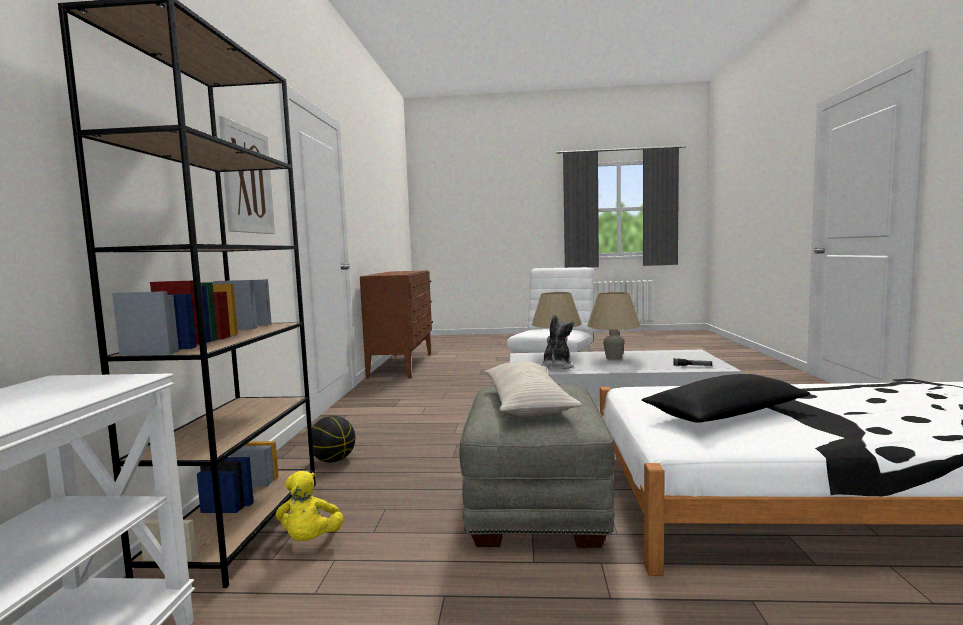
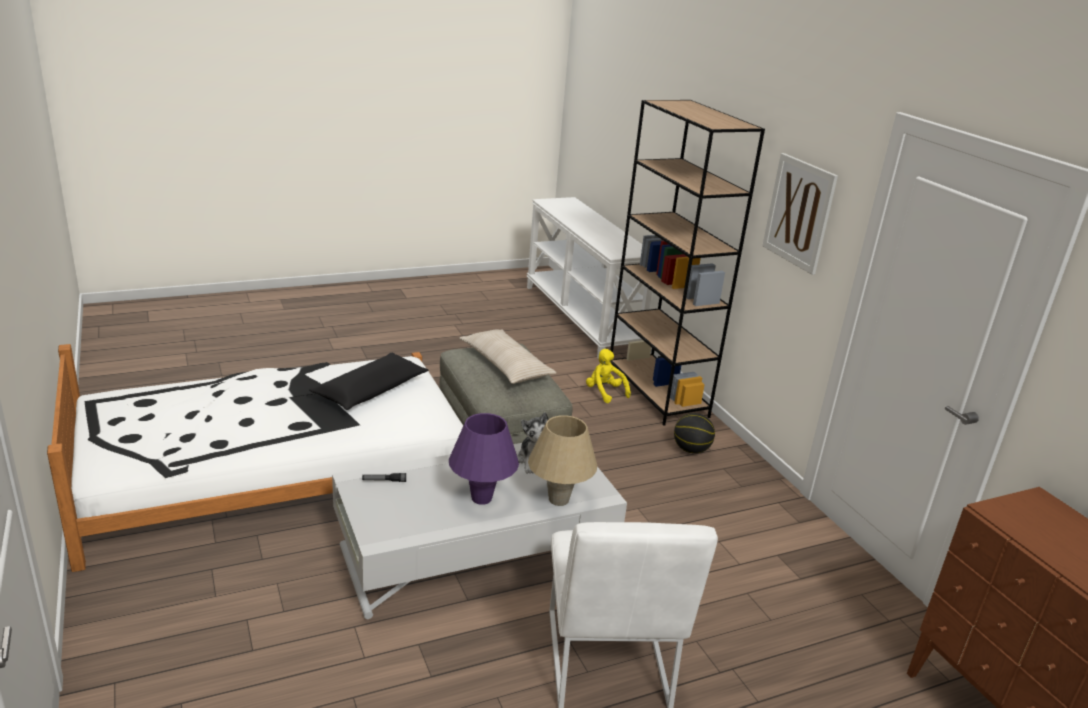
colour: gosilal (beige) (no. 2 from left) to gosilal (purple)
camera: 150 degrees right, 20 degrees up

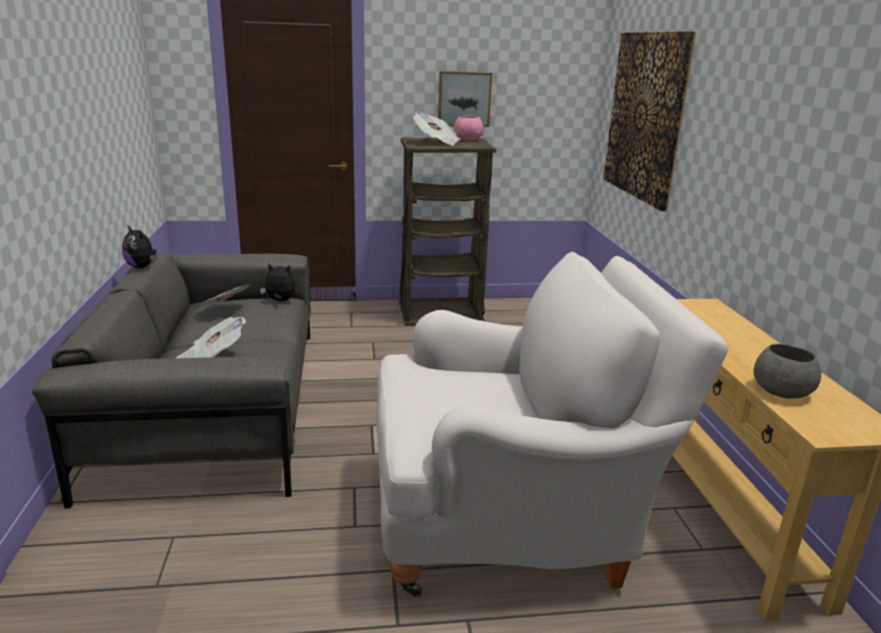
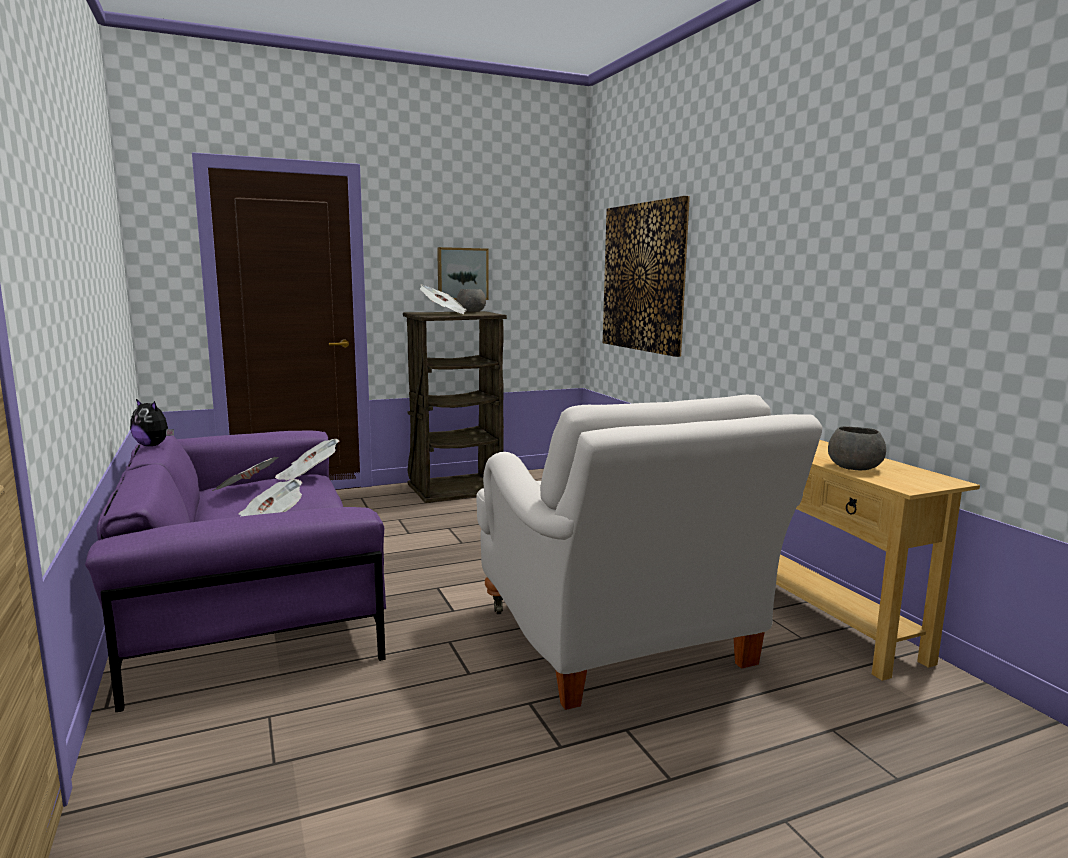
exchanged: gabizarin (no. 2 from left) to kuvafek (no. 3 from left)
colour: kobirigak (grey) to kobirigak (purple); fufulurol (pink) to fufulurol (grey) (no. 1 from left)
spun: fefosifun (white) 90 degrees clockwise
camera: 15 degrees left, 10 degrees down

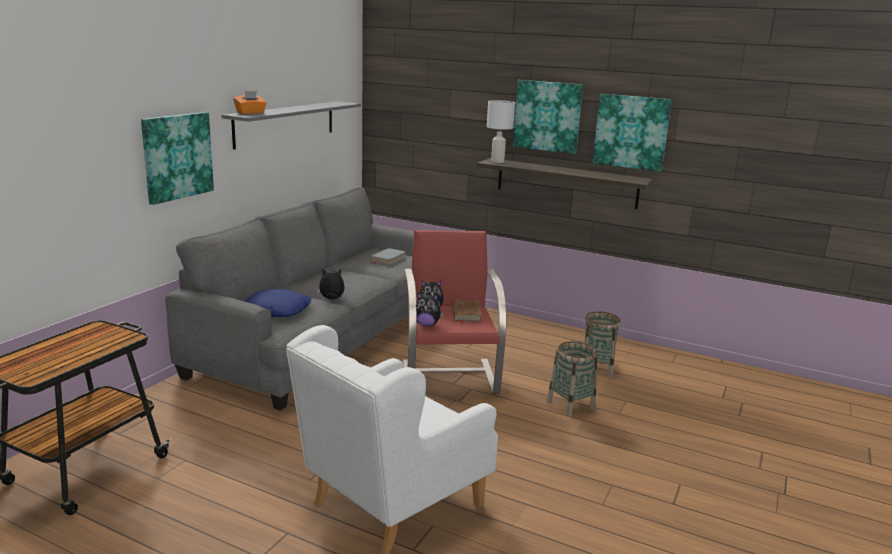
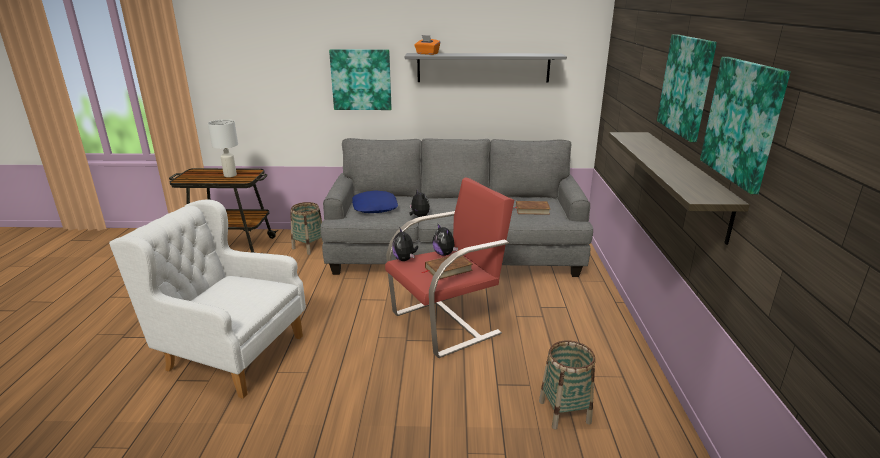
relocated: gosilal (white); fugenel (no. 1 from left)
colour: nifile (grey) to nifile (brown) (no. 2 from left)
camera: 65 degrees right, 5 degrees up

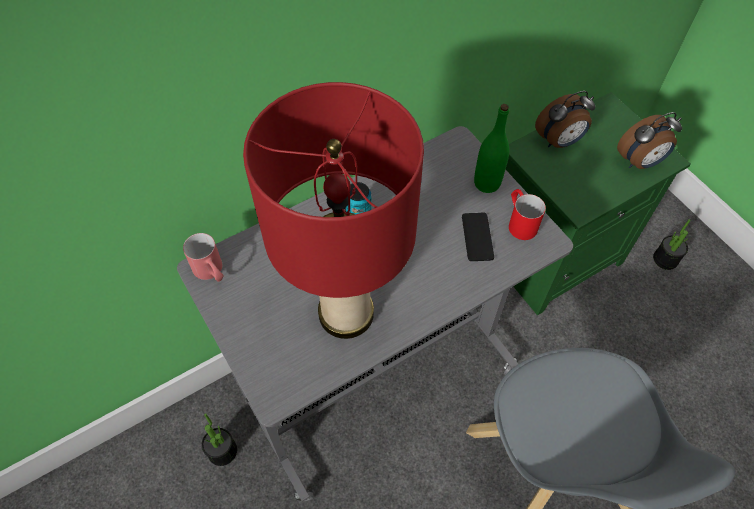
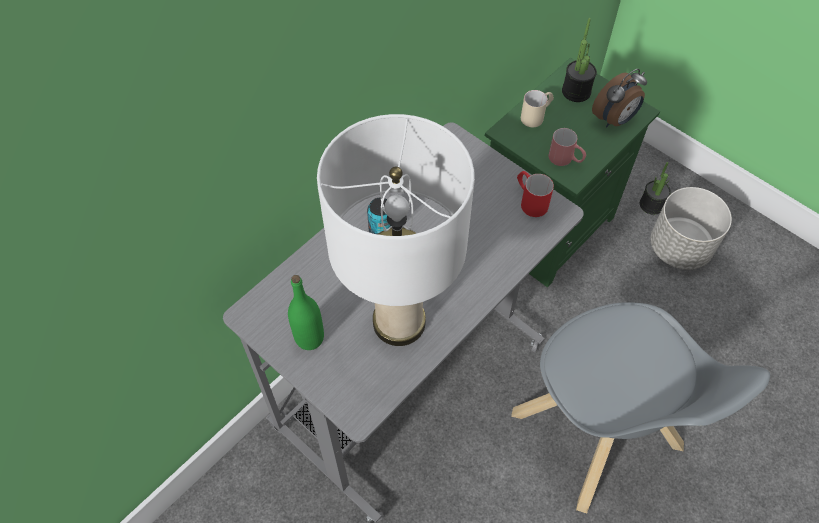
missing: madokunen
appeared: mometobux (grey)
relocated: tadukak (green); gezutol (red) (no. 1 from left in the first image) to gezutol (red) (no. 2 from left); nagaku (no. 1 from left)
exchanged: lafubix (no. 1 from left) to gezutol (beige)
colour: gosilal (red) to gosilal (white)
camera: 15 degrees left, 0 degrees up

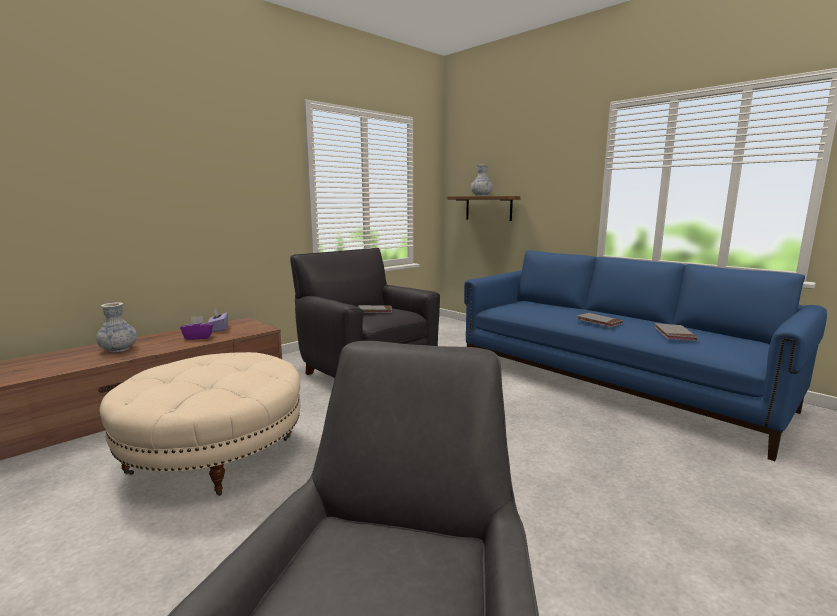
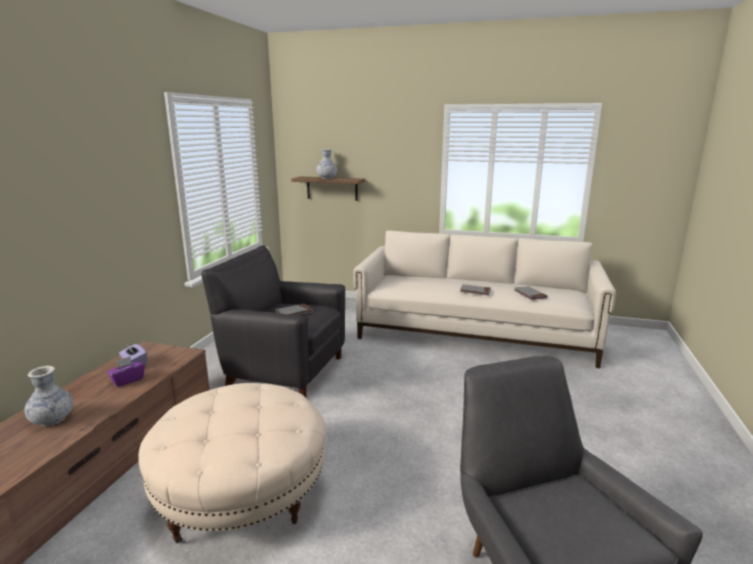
colour: kobirigak (blue) to kobirigak (beige)
camera: 30 degrees left, 5 degrees up

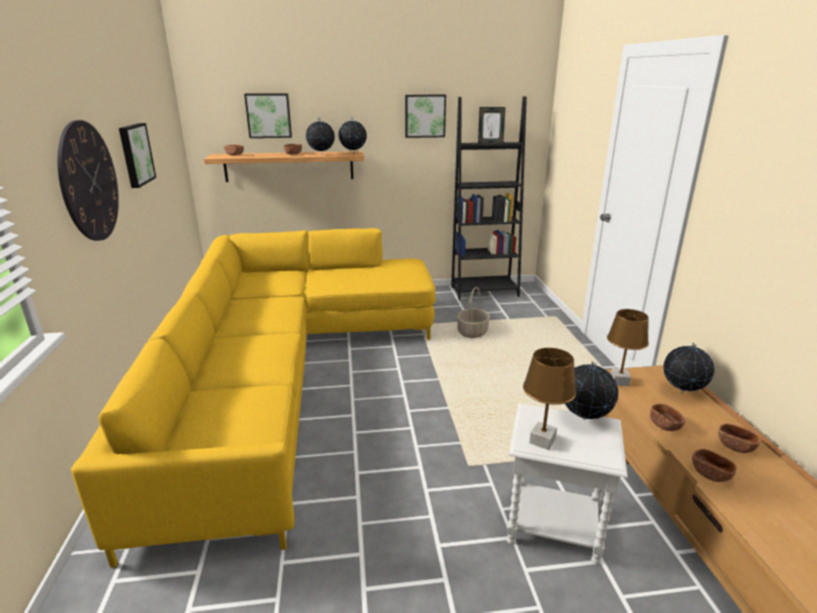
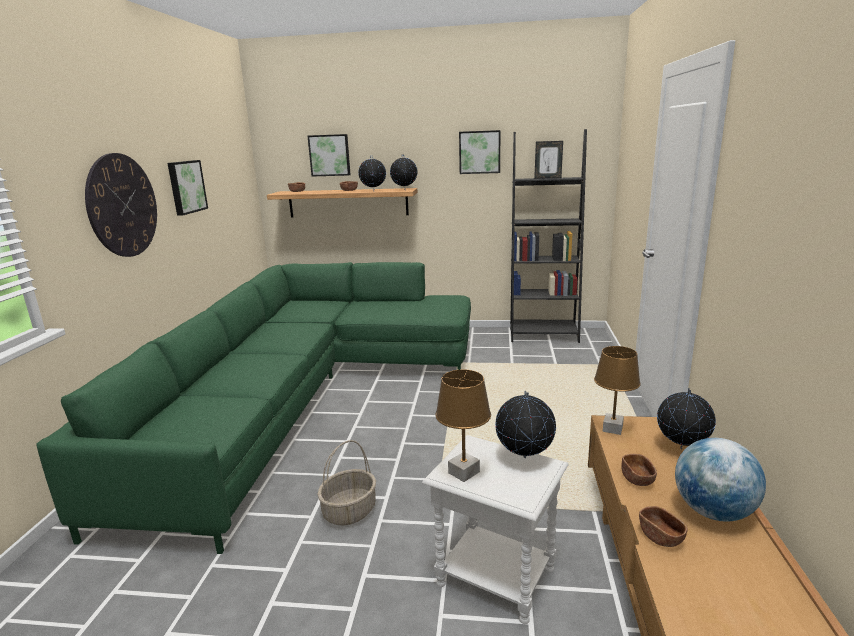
relocated: fugenel
exchanged: fufulurol (brown) (no. 5 from left) to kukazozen (no. 5 from left)
colour: kobirigak (yellow) to kobirigak (green)
camera: 15 degrees right, 5 degrees down

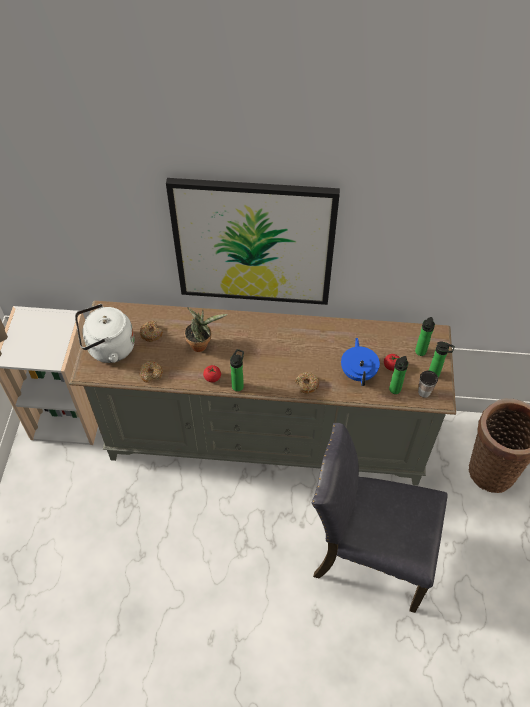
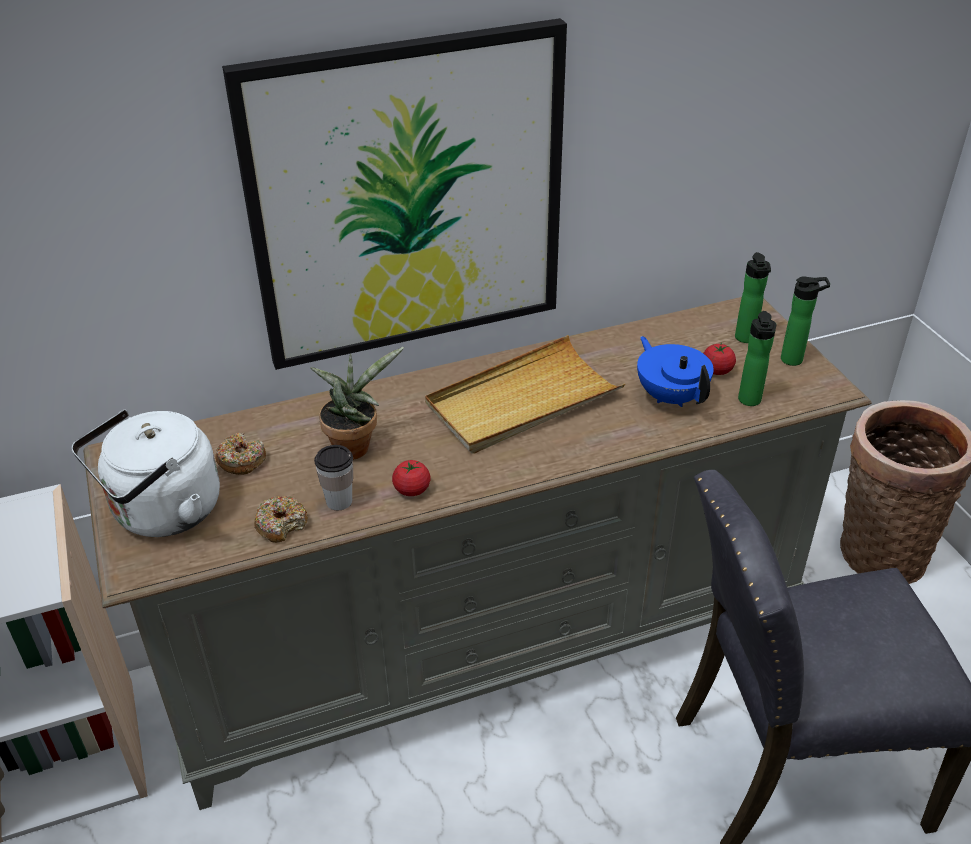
missing: tadukak (no. 1 from left); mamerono (no. 3 from left)
appeared: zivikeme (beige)
relocated: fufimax
camera: 25 degrees left, 15 degrees down

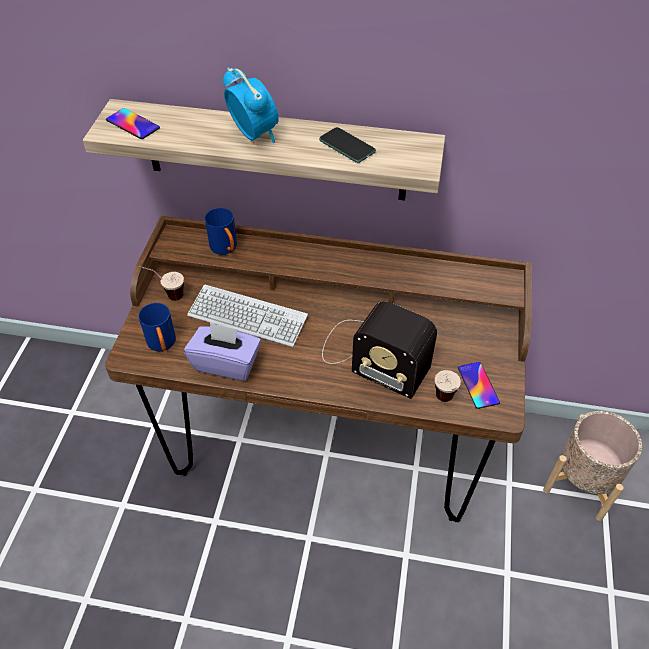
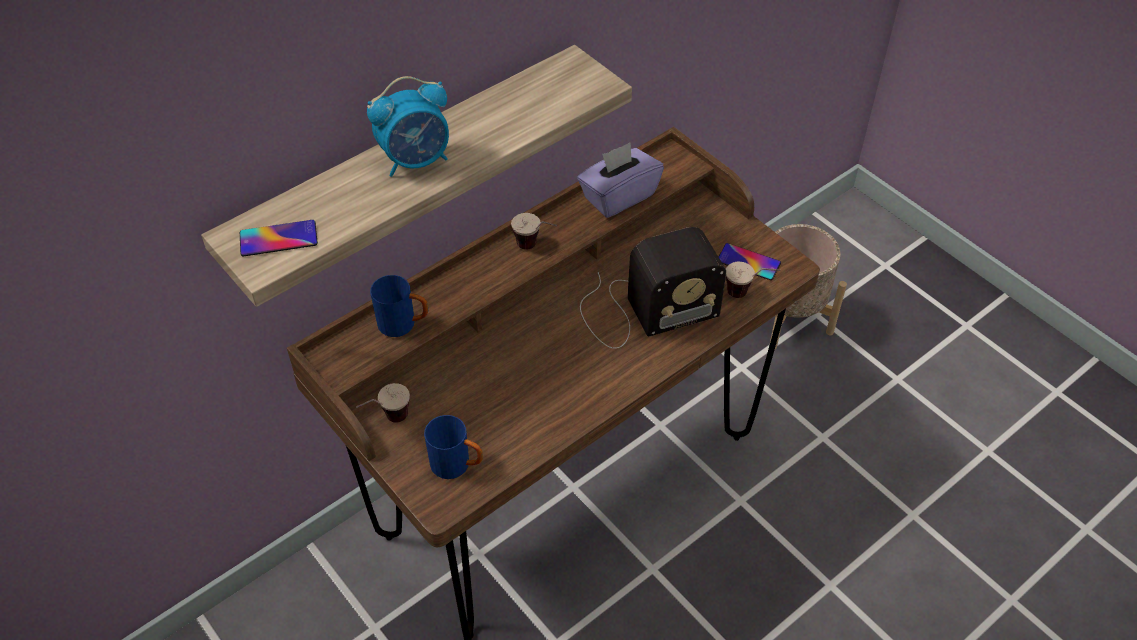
missing: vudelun; madokunen (no. 2 from left)
appeared: fufimax (no. 2 from left)
relocated: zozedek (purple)
spun: lafubix 150 degrees clockwise
camera: 50 degrees left, 0 degrees up

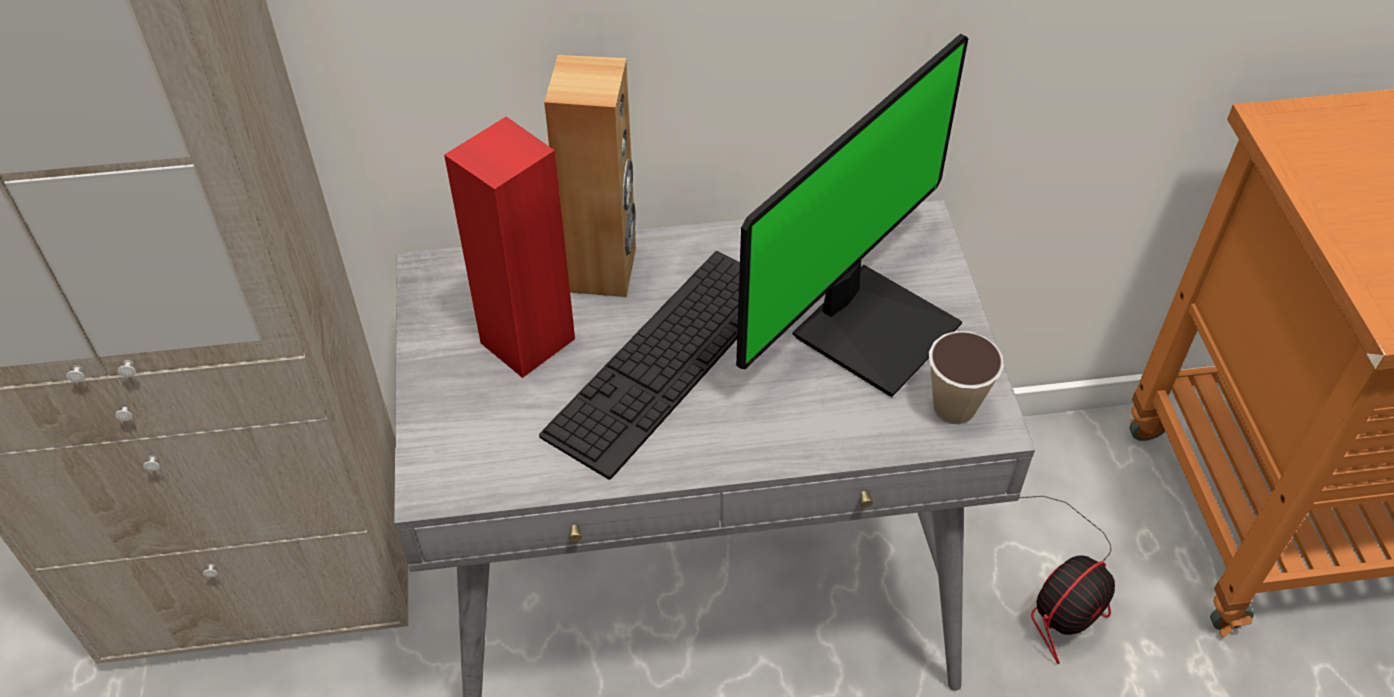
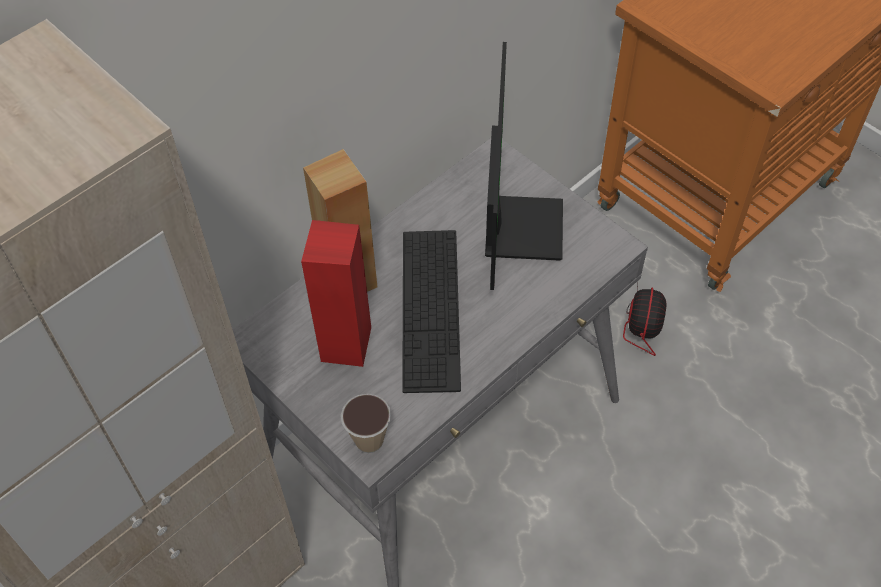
relocated: fufimax
camera: 35 degrees left, 5 degrees up

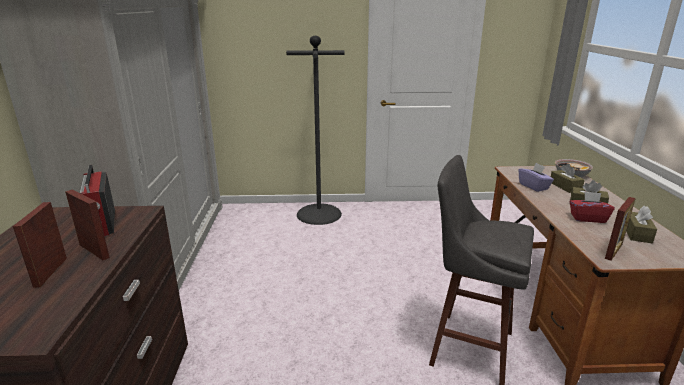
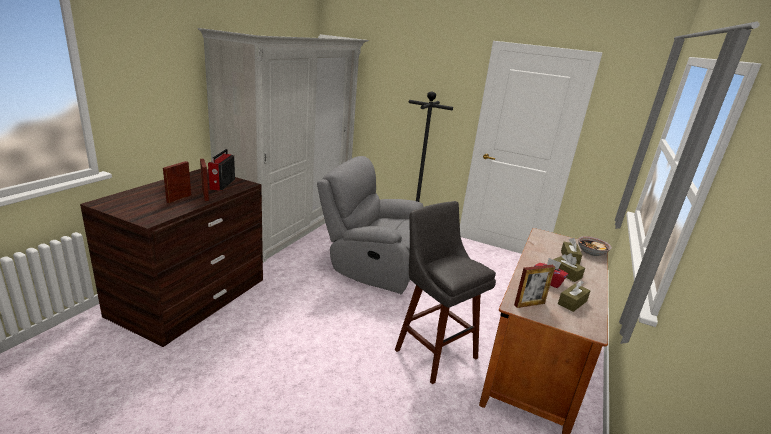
missing: zozedek (purple)
appeared: fefosifun (grey)
camera: 25 degrees right, 0 degrees up

